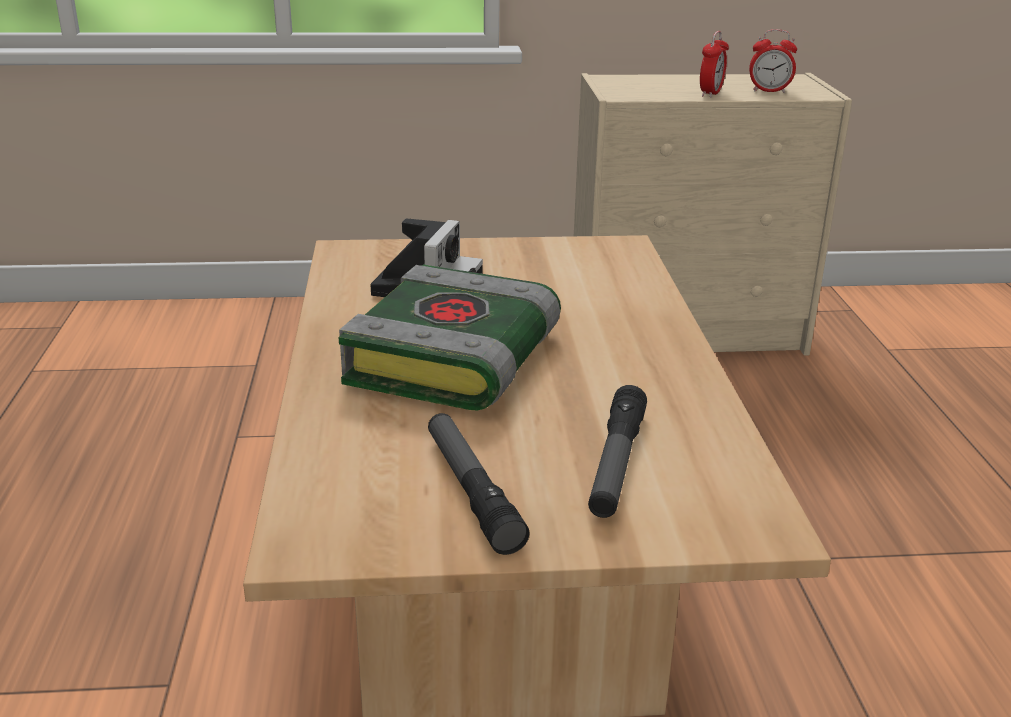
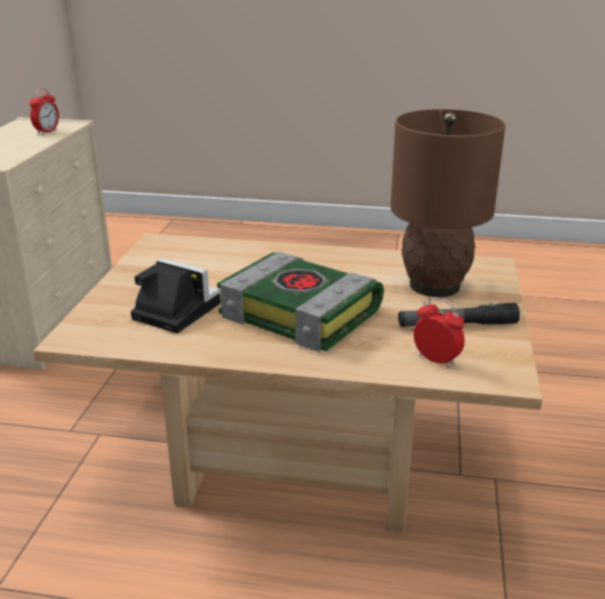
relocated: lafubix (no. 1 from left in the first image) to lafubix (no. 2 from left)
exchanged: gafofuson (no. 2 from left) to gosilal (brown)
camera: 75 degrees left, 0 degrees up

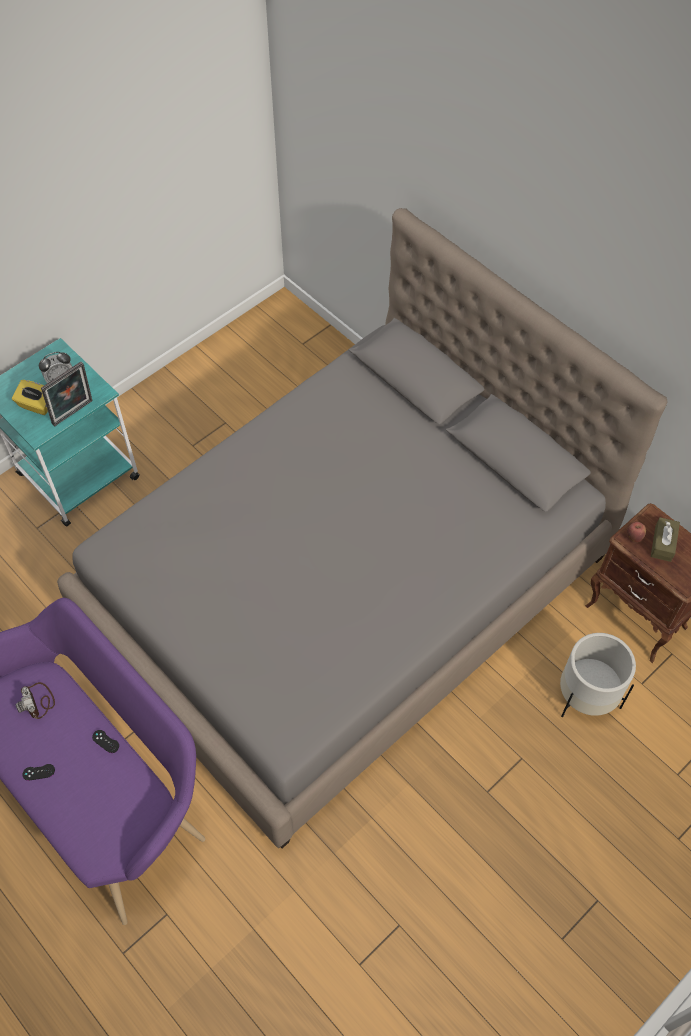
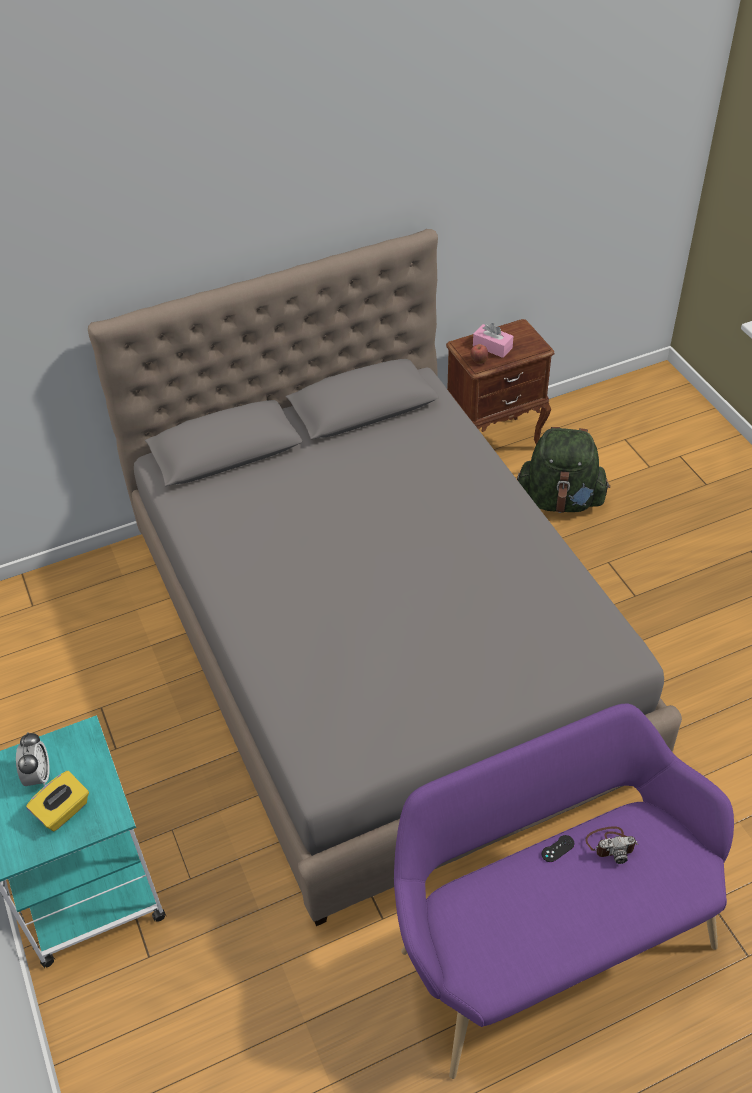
missing: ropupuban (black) (no. 1 from left); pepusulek
relocated: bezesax
exchanged: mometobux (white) to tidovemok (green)
colour: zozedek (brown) to zozedek (pink)
camera: 70 degrees left, 10 degrees down

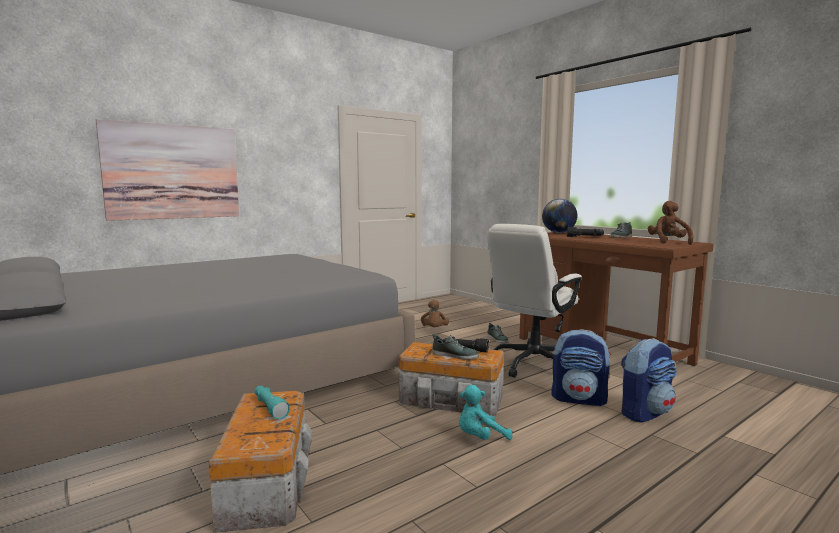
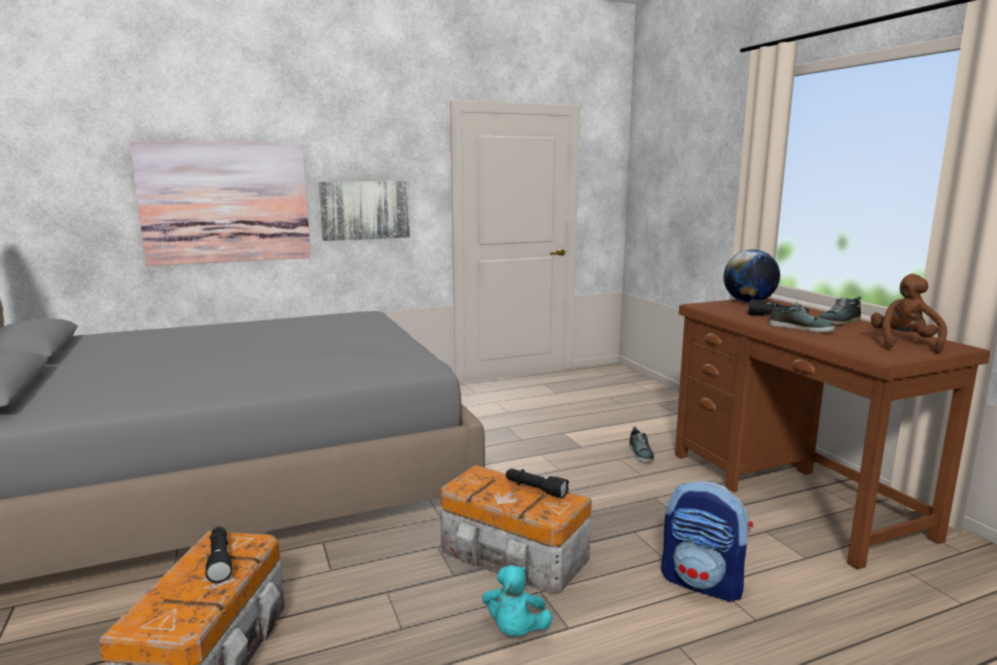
missing: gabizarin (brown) (no. 1 from left); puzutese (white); tidovemok (no. 2 from left)
appeared: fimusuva (no. 2 from left)
relocated: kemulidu (no. 1 from left in the first image) to kemulidu (no. 2 from left)
colour: gafofuson (turquoise) to gafofuson (black) (no. 1 from left)
spun: gabizarin (turquoise) 75 degrees counterclockwise
camera: 15 degrees right, 5 degrees up

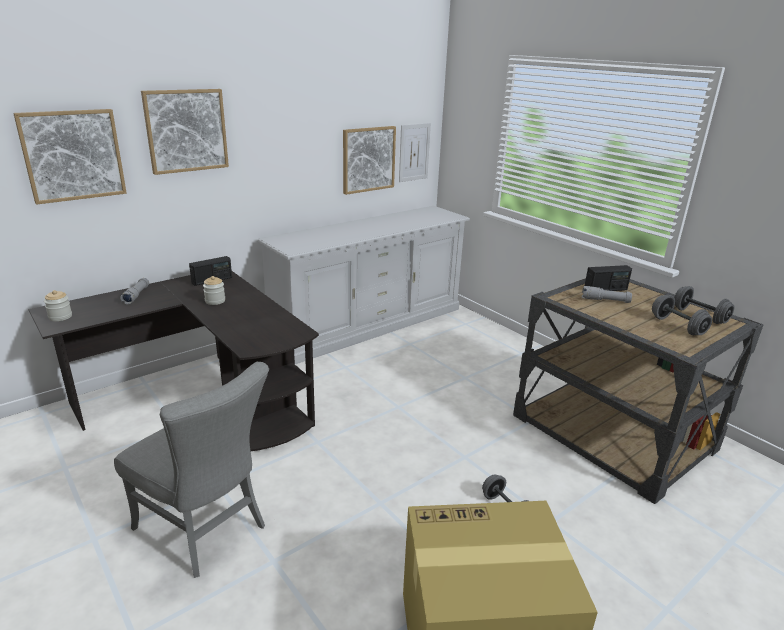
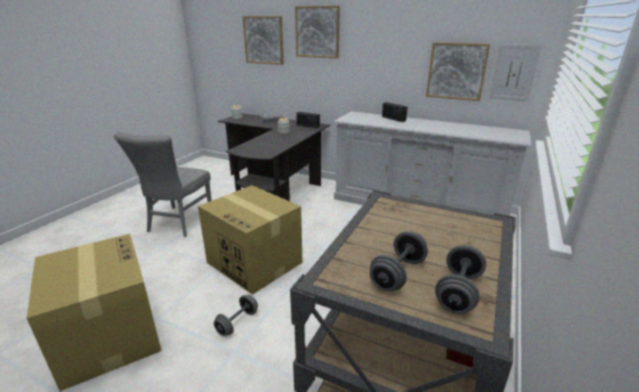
missing: gafofuson (grey) (no. 2 from left)
appeared: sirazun (no. 2 from left)
relocated: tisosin (no. 2 from left)
camera: 65 degrees right, 0 degrees up

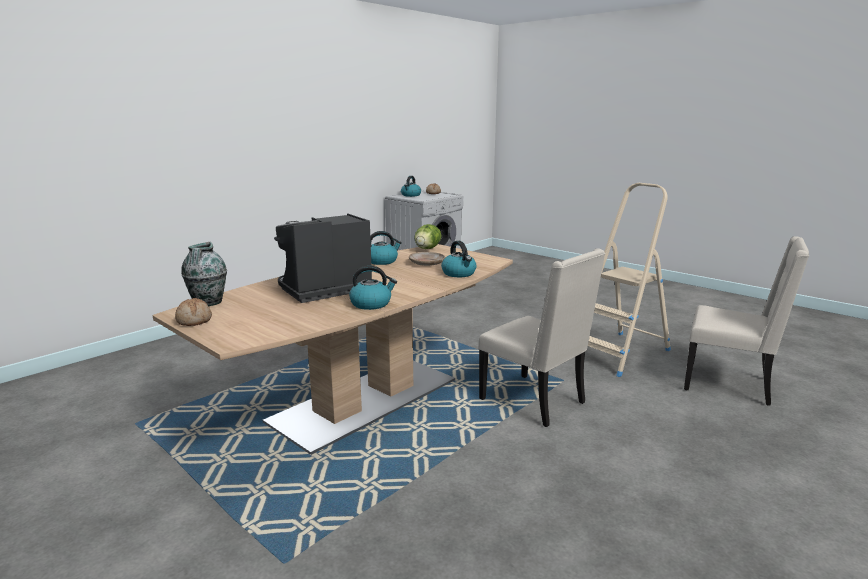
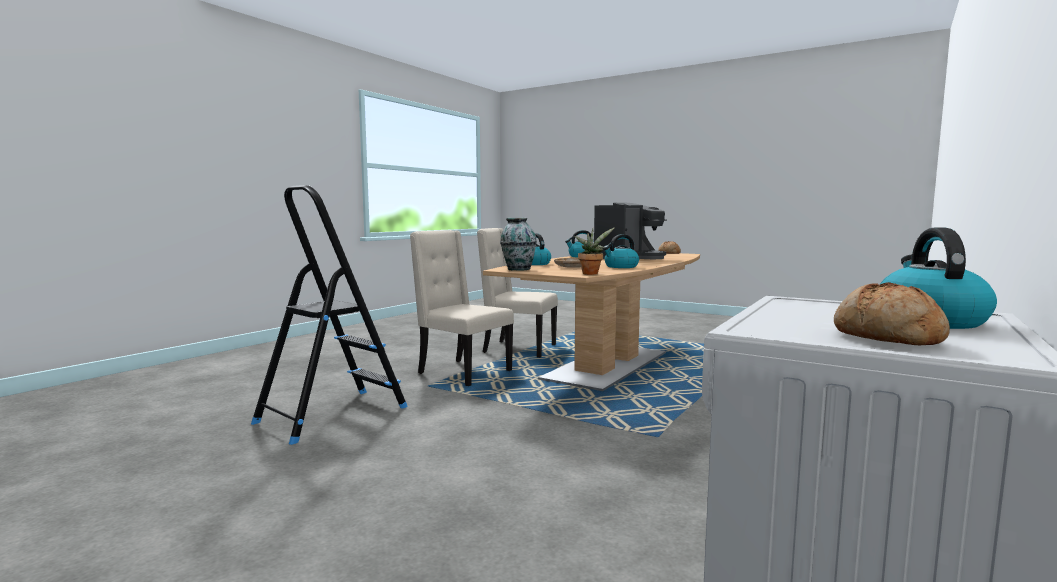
relocated: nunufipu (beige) (no. 2 from left); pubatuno
exchanged: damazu to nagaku
colour: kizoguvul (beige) to kizoguvul (black)
camera: 170 degrees right, 10 degrees down

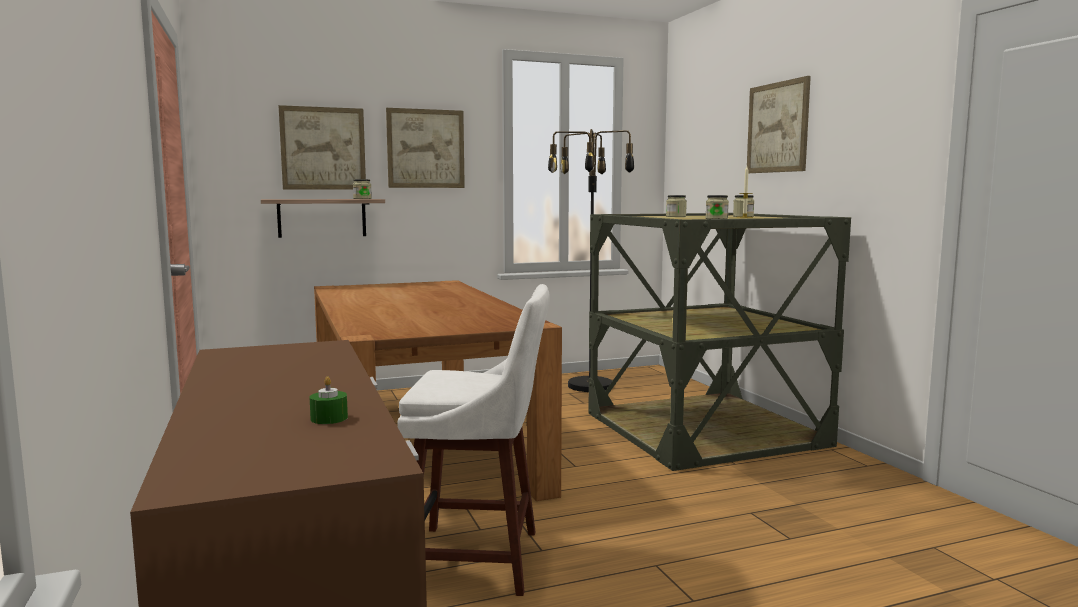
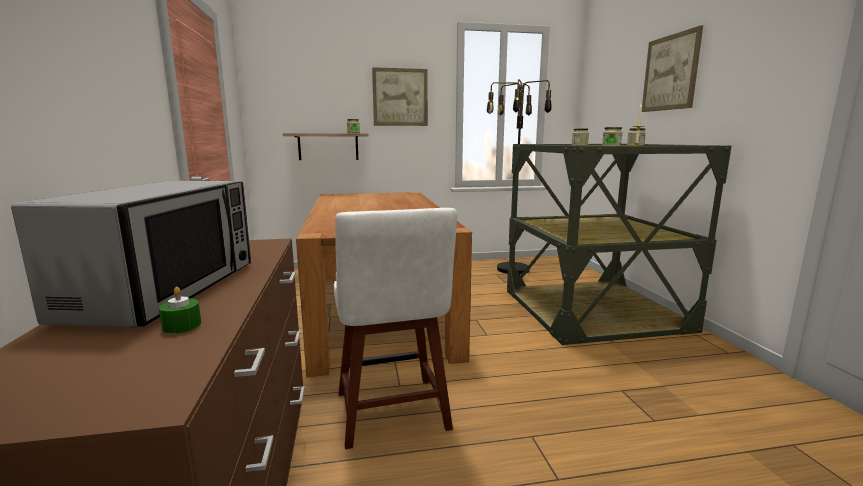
missing: fimusuva (no. 1 from left)
appeared: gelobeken
spun: nunufipu (white) 60 degrees clockwise
camera: 10 degrees right, 5 degrees up

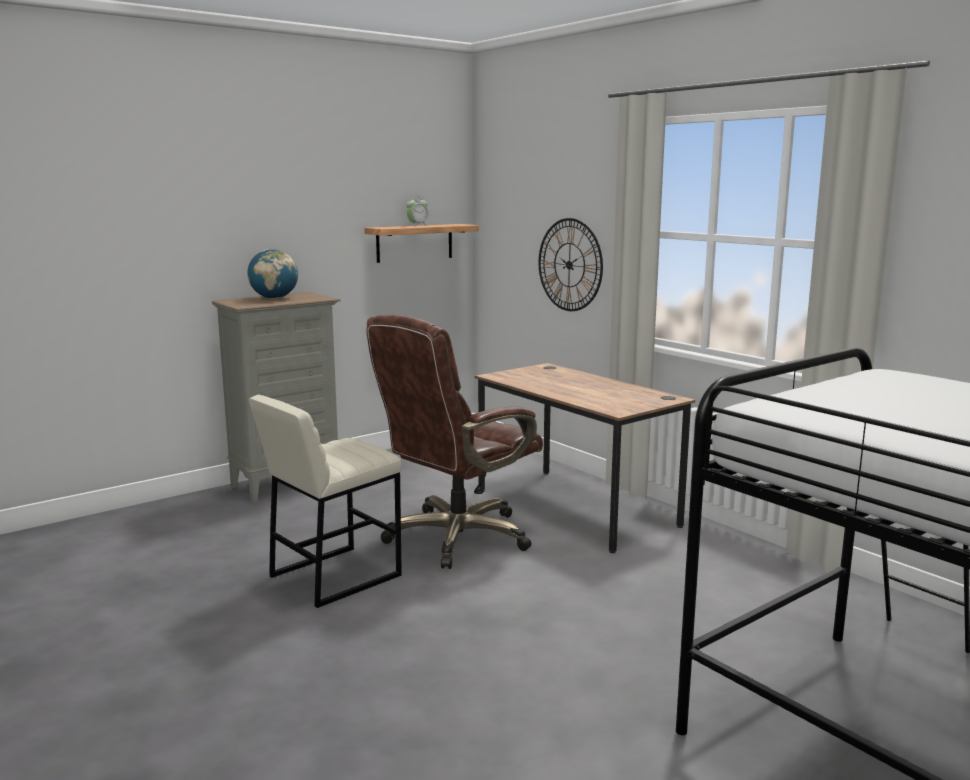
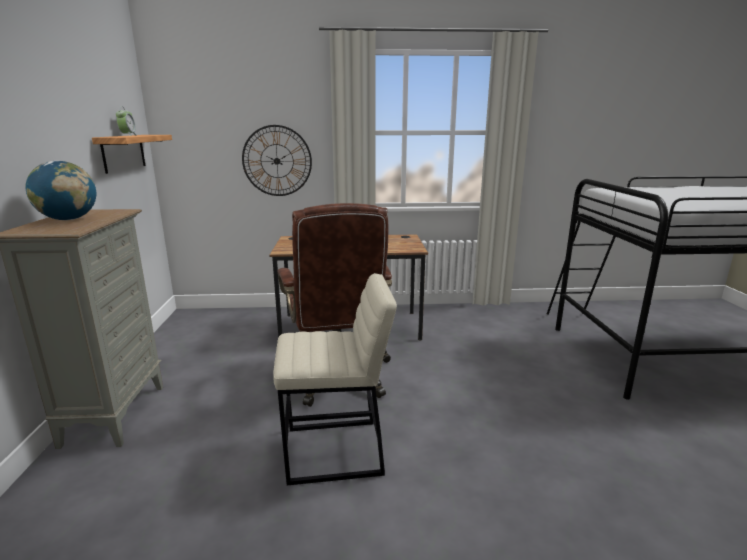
spun: nunufipu (beige) 90 degrees counterclockwise
camera: 55 degrees left, 5 degrees up

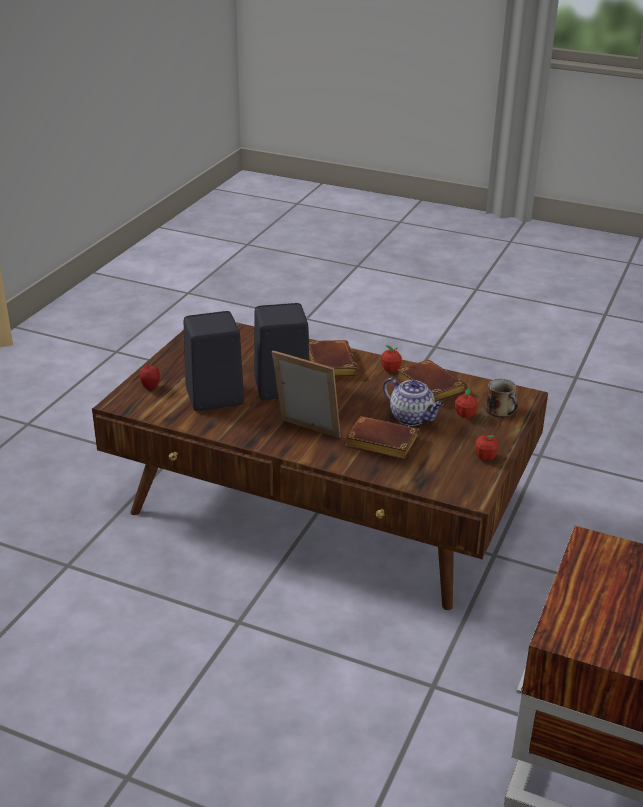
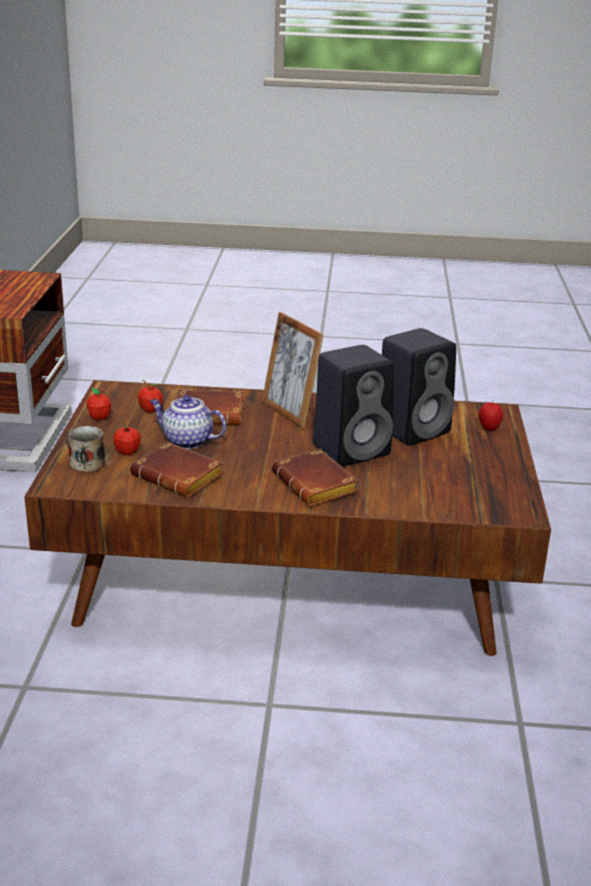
relocated: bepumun (no. 2 from left in the first image) to bepumun (no. 3 from left)
spun: pepusulek 45 degrees clockwise
camera: 160 degrees right, 5 degrees down

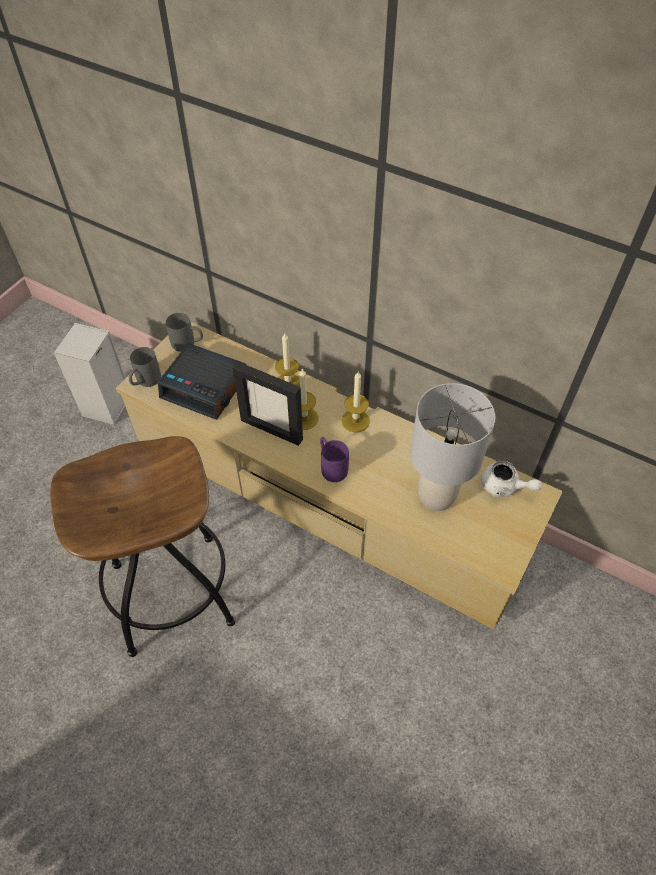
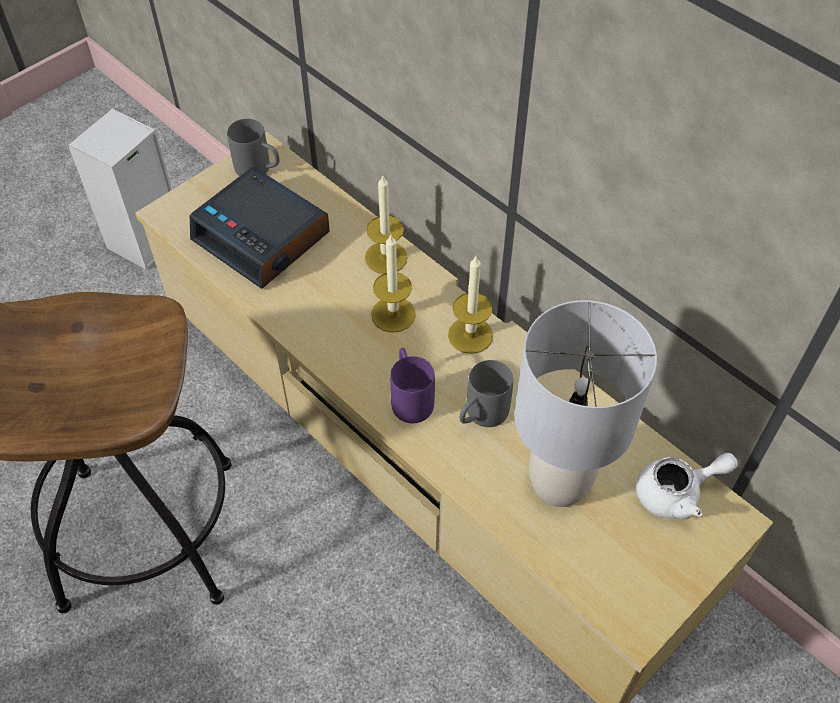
missing: pepusulek
relocated: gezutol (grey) (no. 1 from left in the first image) to gezutol (grey) (no. 2 from left)
spun: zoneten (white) 60 degrees counterclockwise
camera: 15 degrees right, 0 degrees up

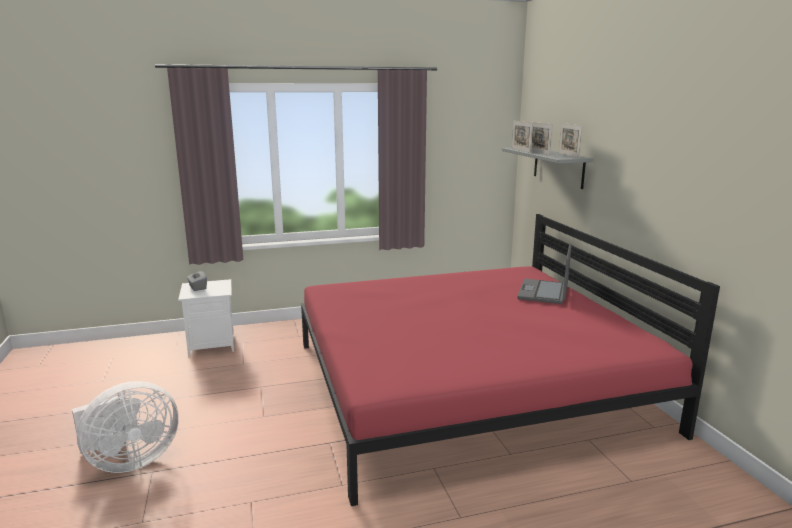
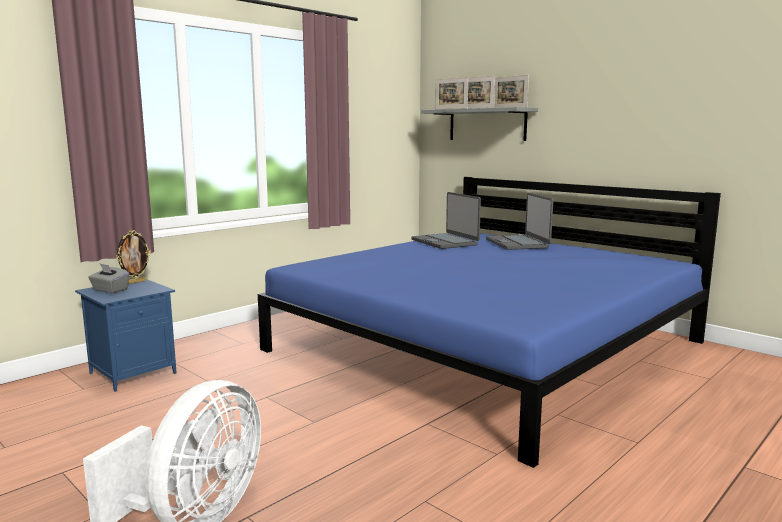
appeared: pepusulek (no. 1 from left); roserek (no. 1 from left)
colour: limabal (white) to limabal (blue); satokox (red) to satokox (blue)
camera: 30 degrees left, 5 degrees down

